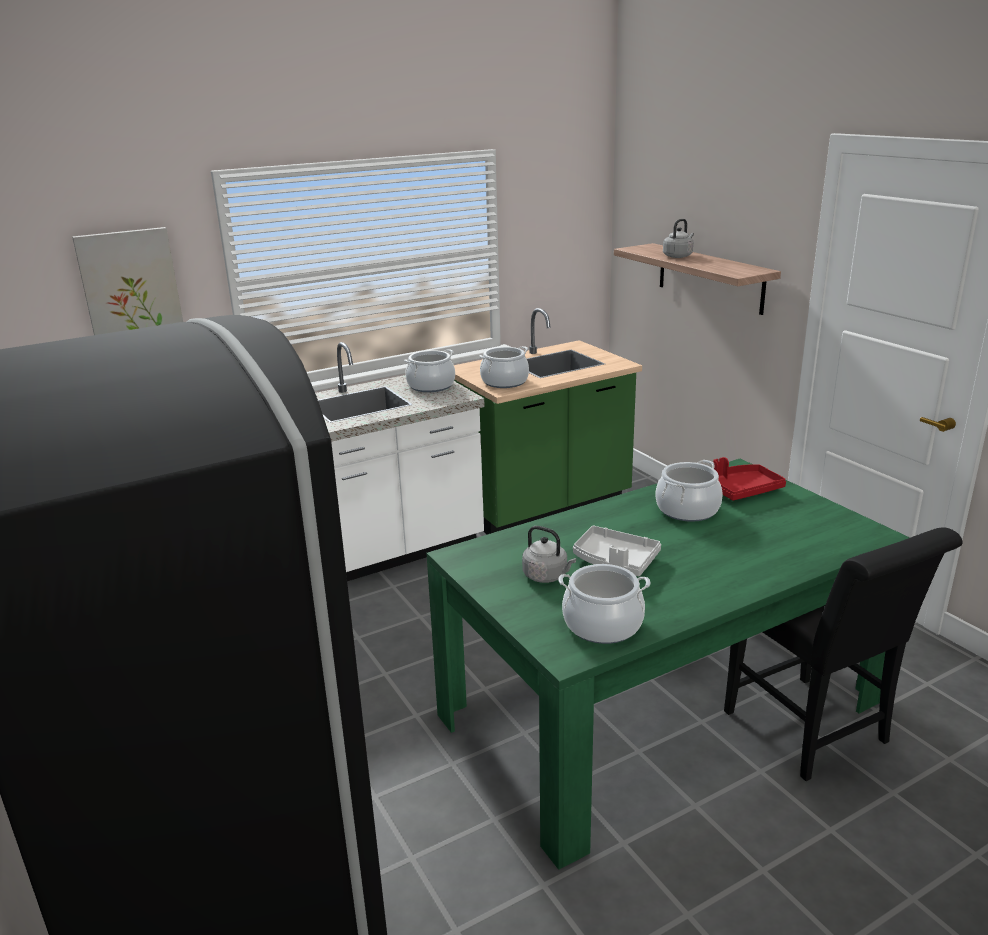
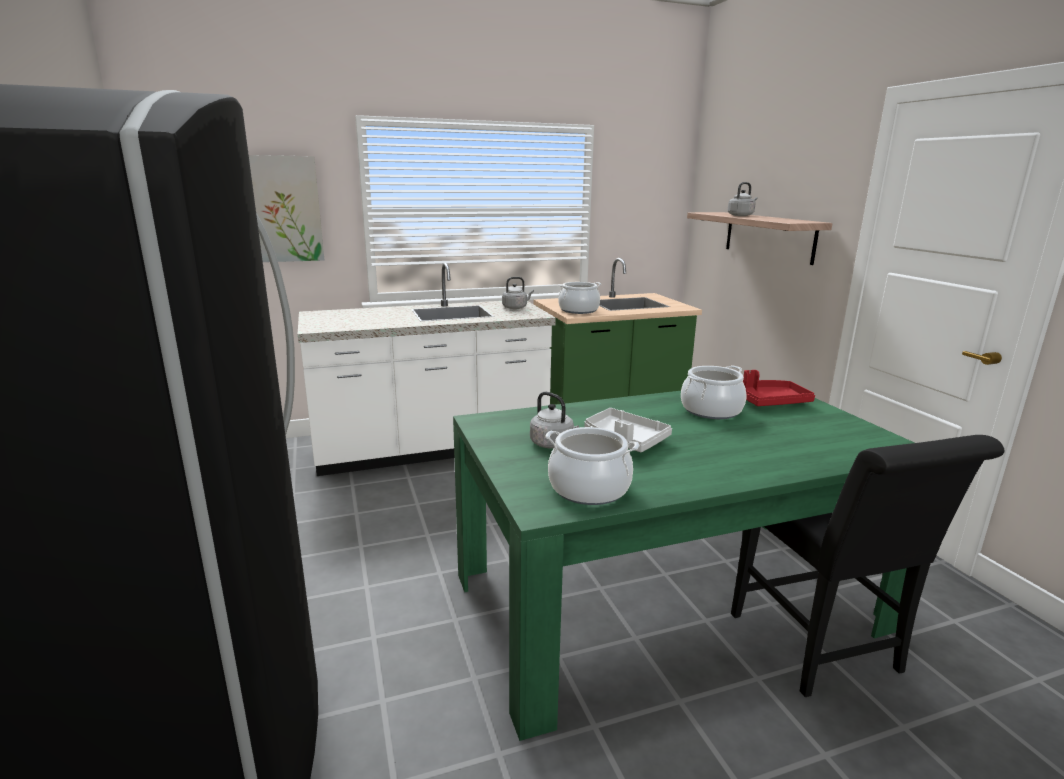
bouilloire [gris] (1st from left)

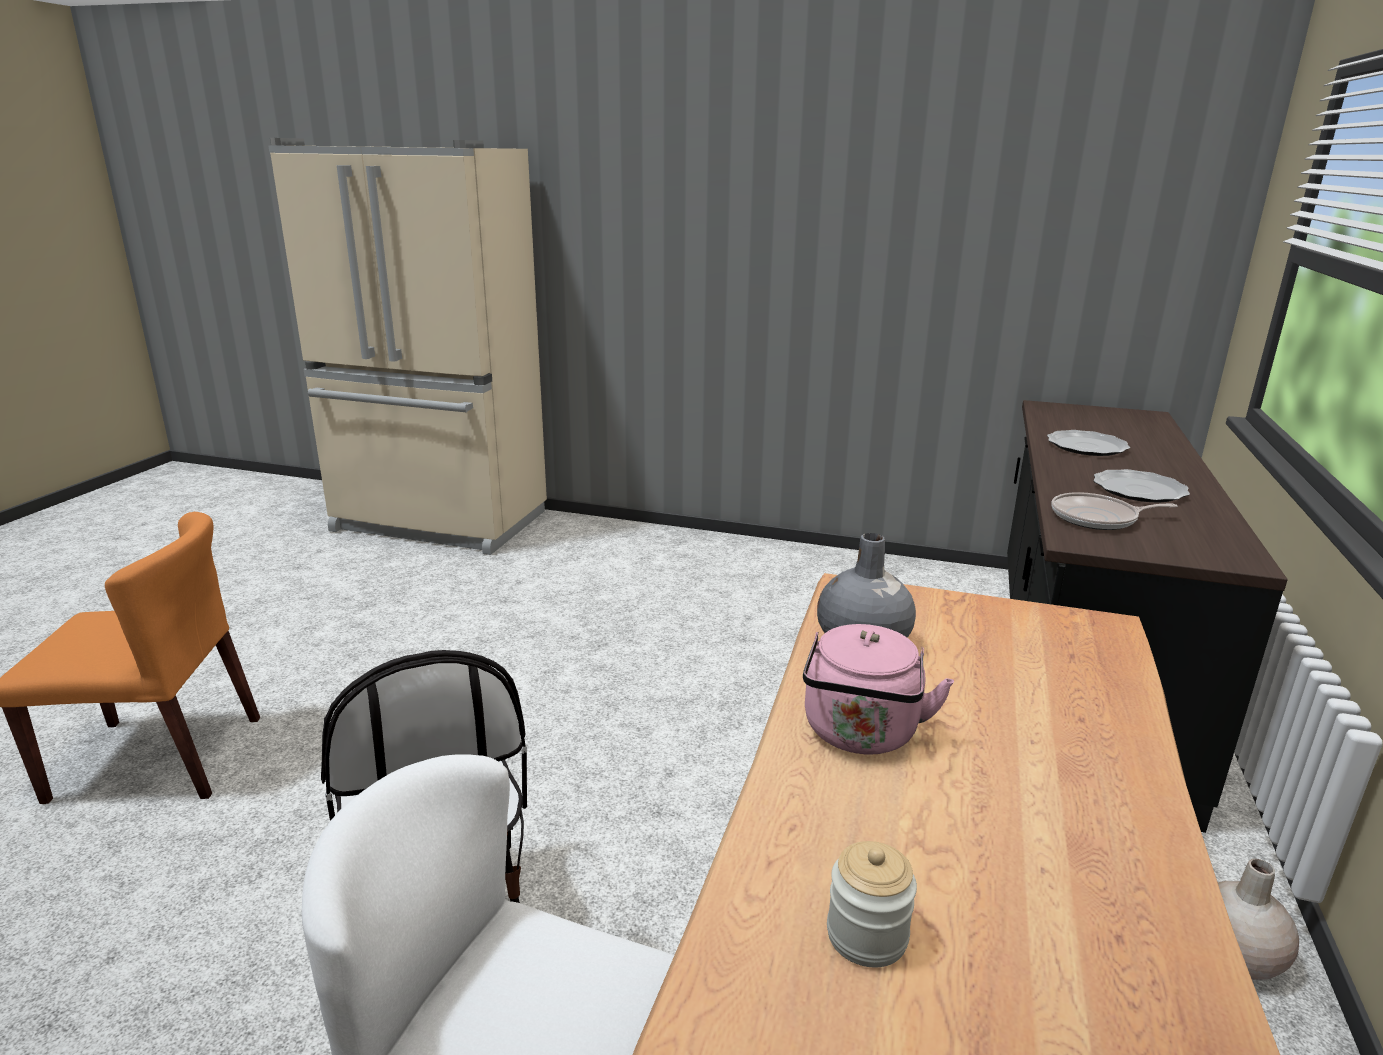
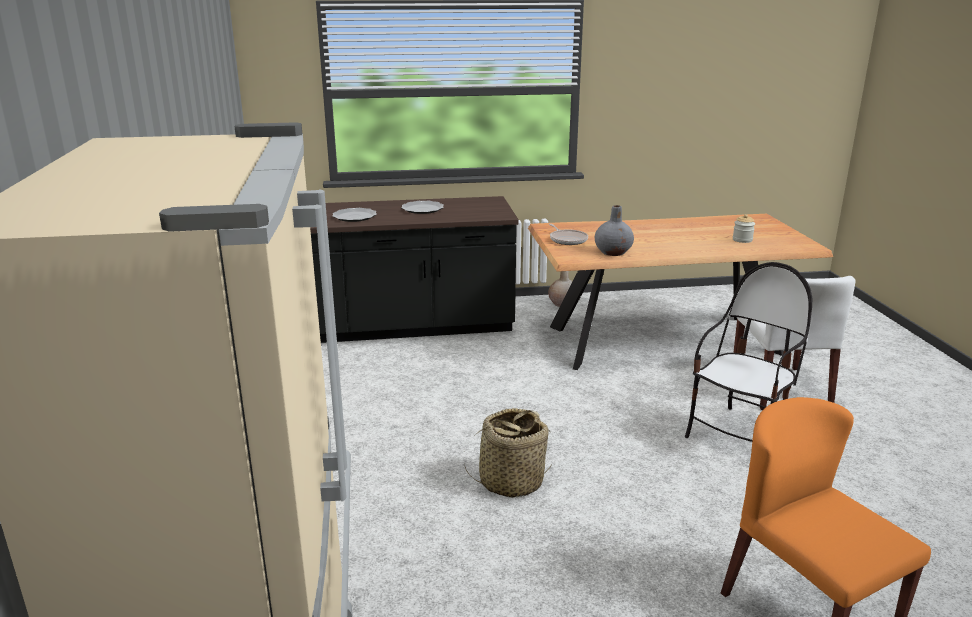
bouilloire [rose]; poêle; panier

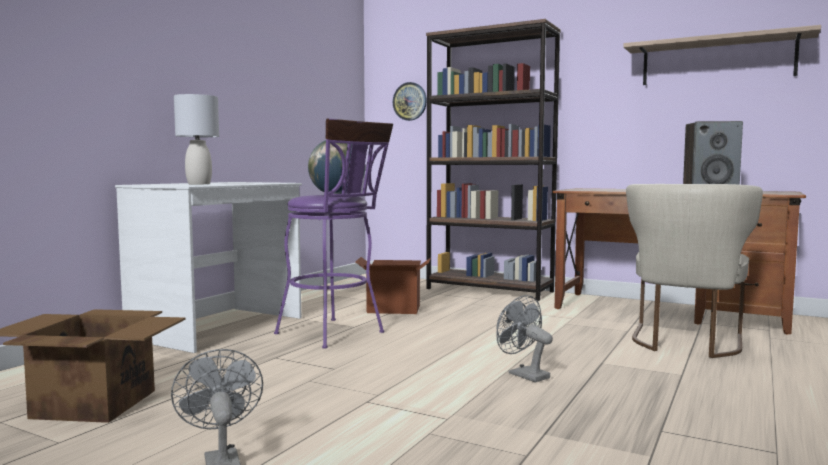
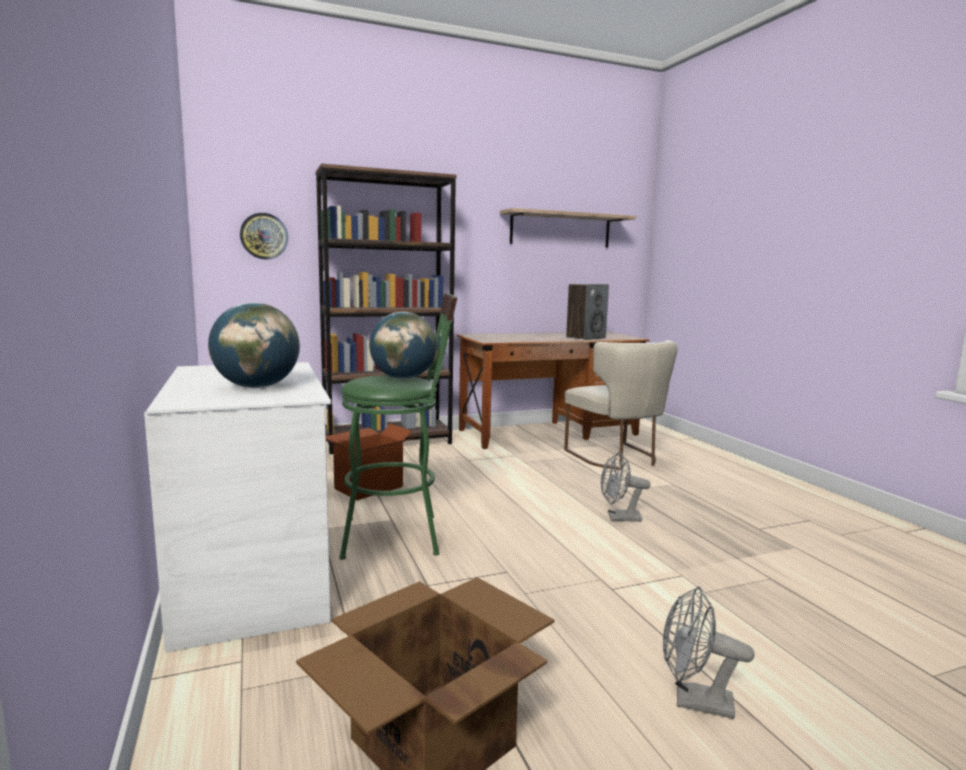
globe (1st from left); tabouret [vert]

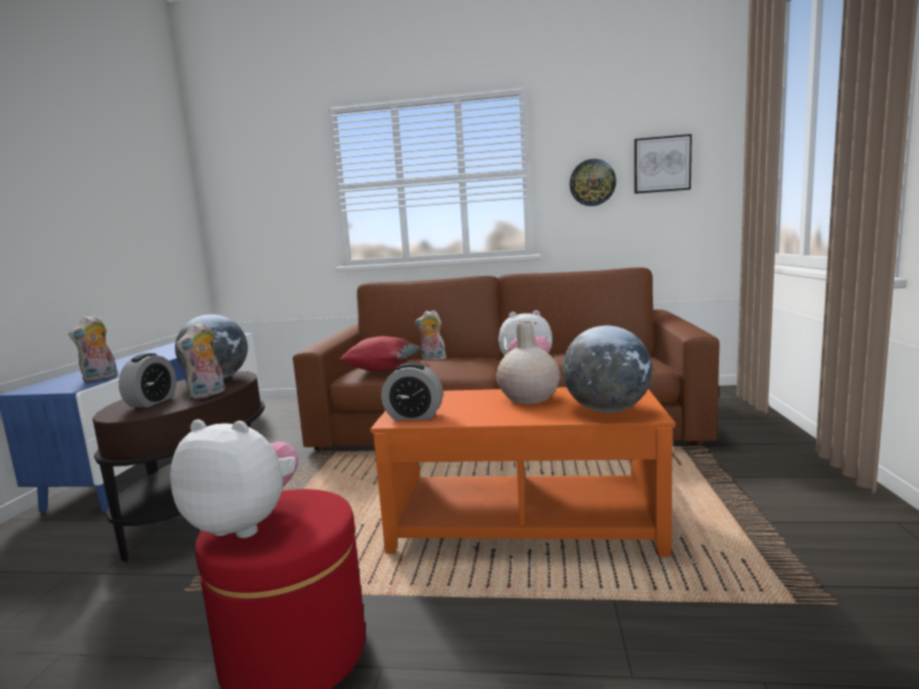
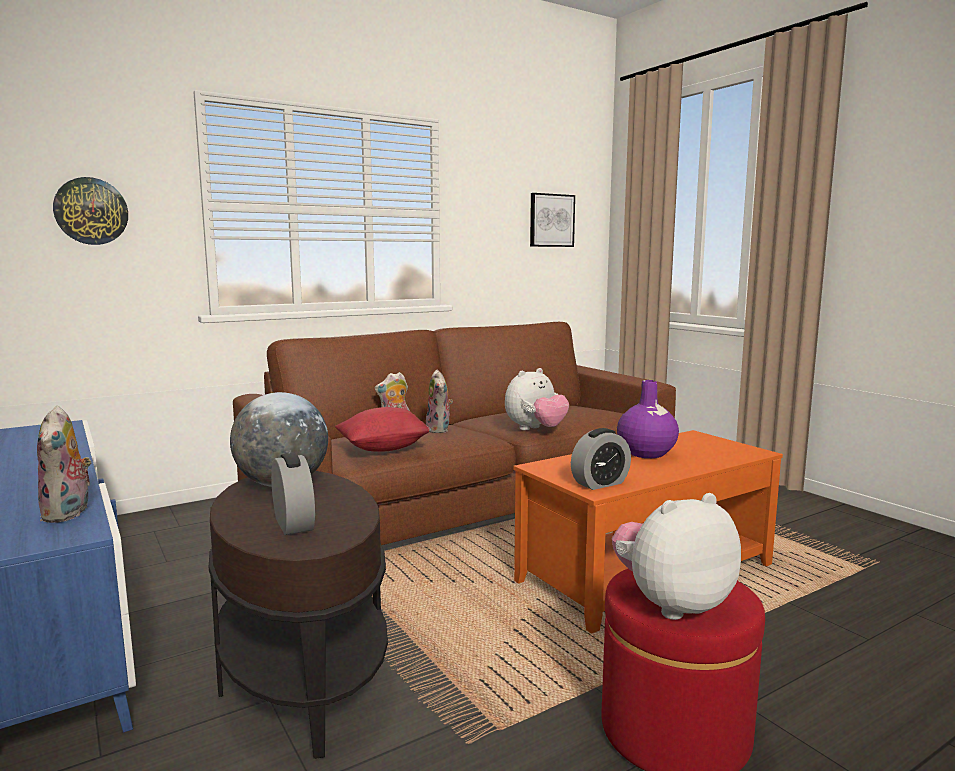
peluche (3rd from left); vase [violet]; globe (2nd from left in the first image); horloge murale

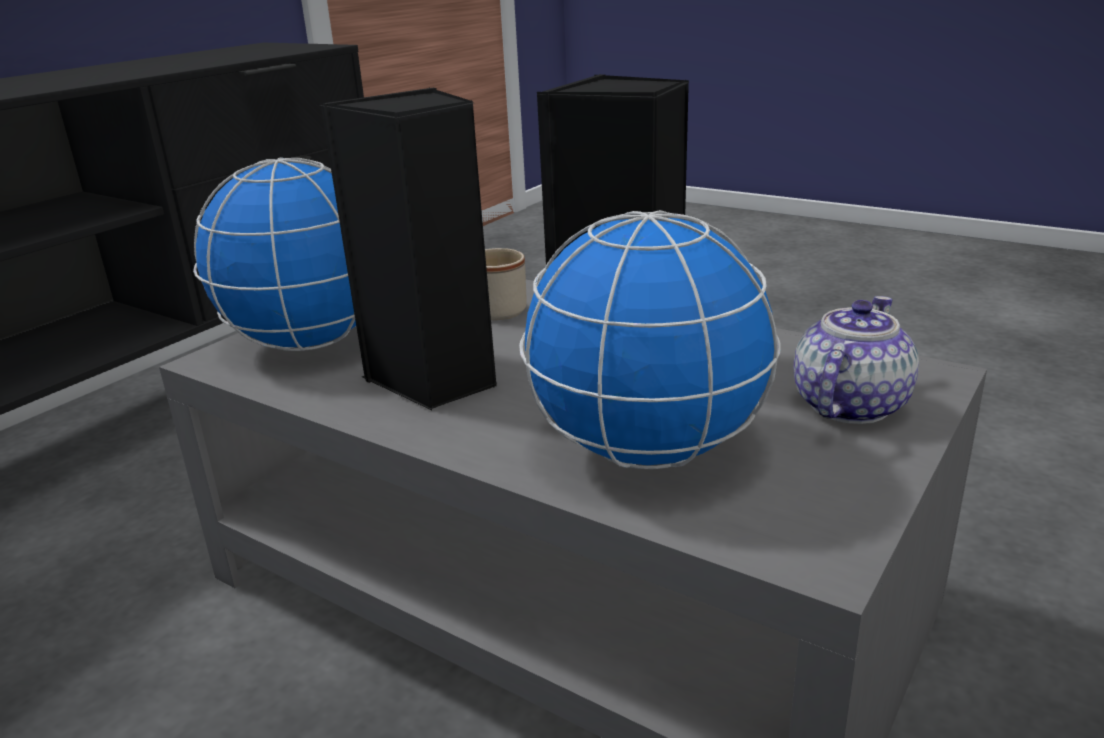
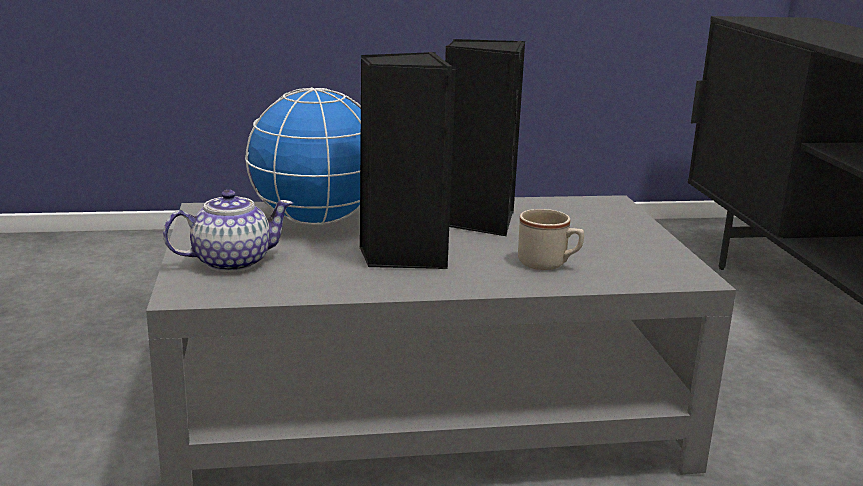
globe (1st from left in the first image); théière

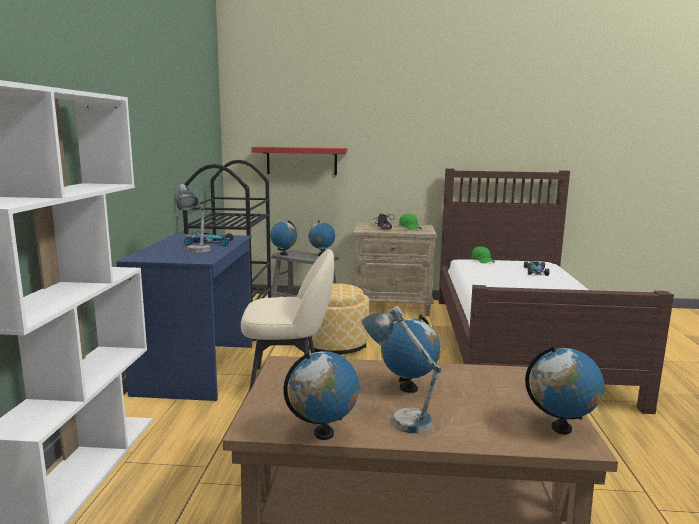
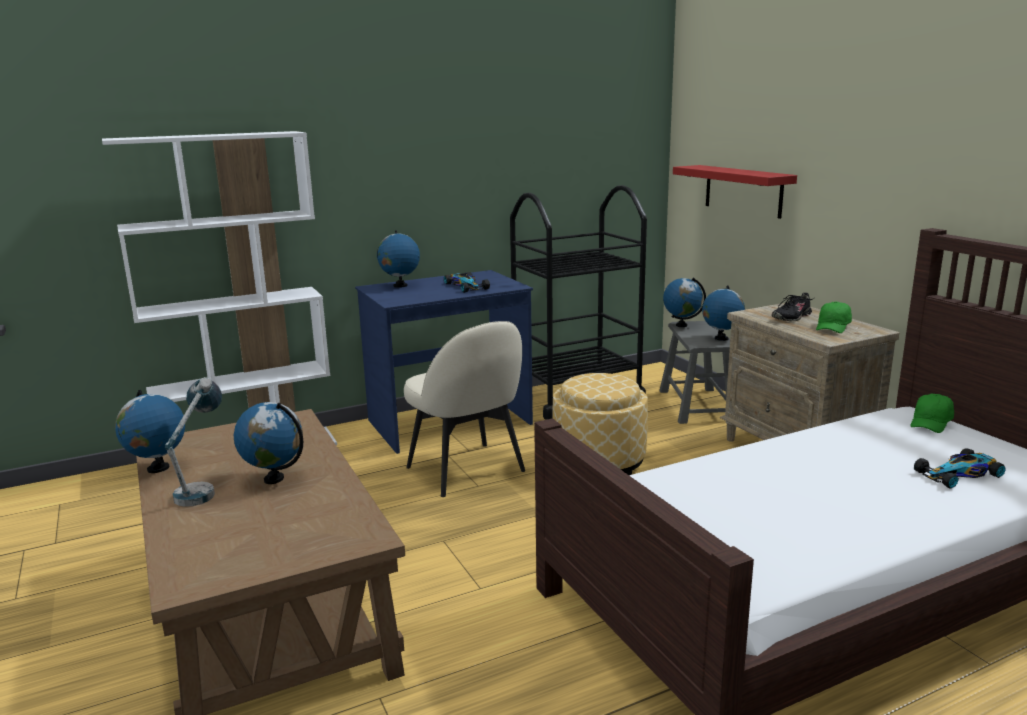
lampe de table (1st from left in the first image); globe (3rd from left)

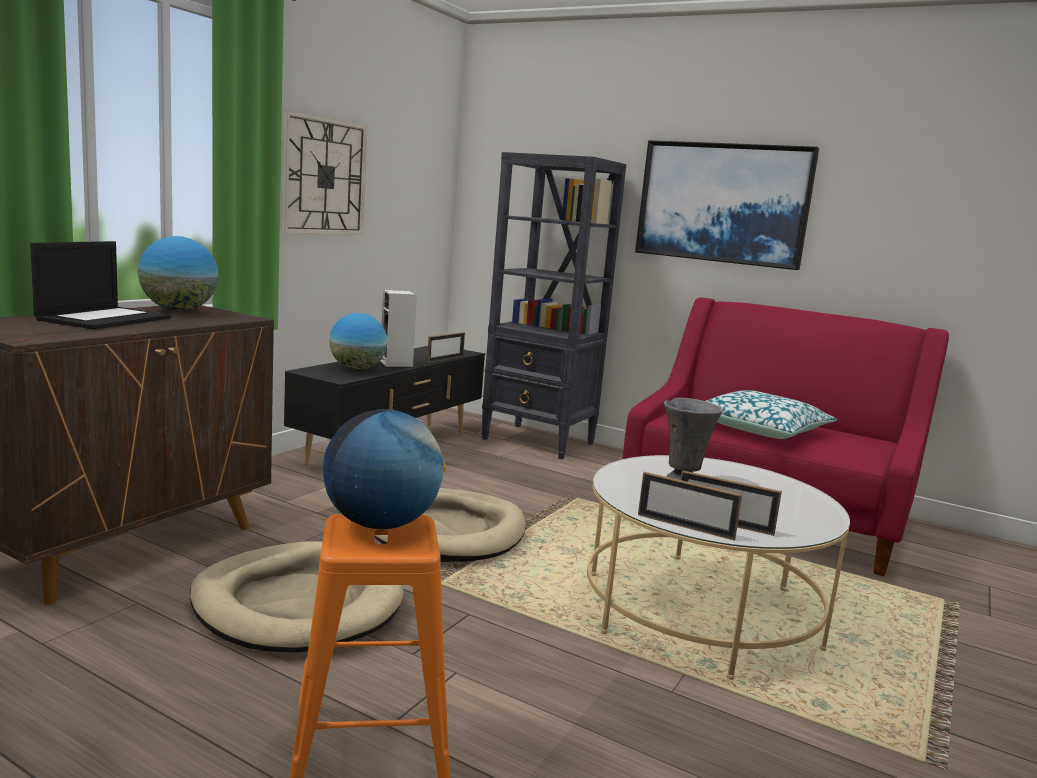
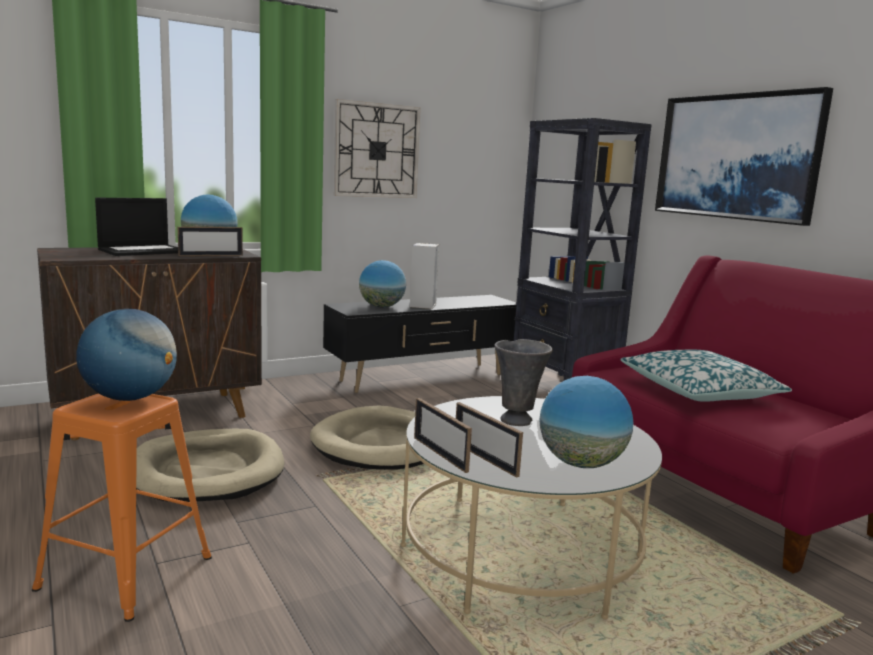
cadre photo (1st from left); globe (4th from left)

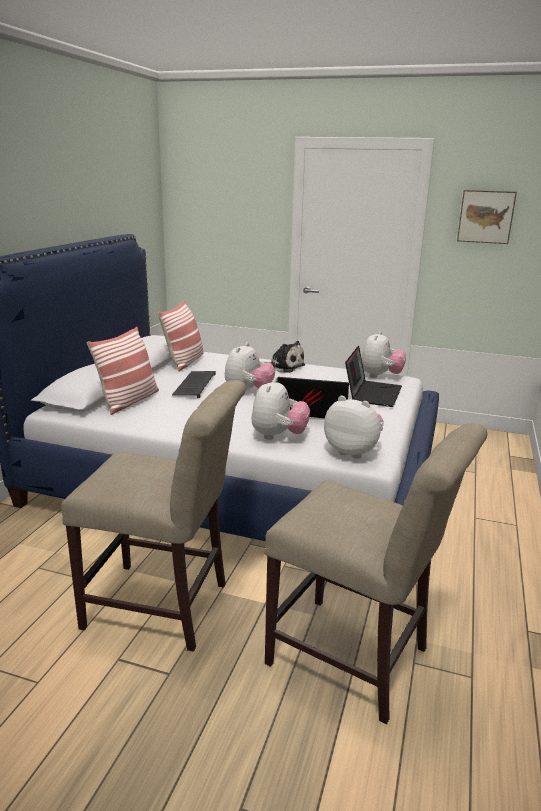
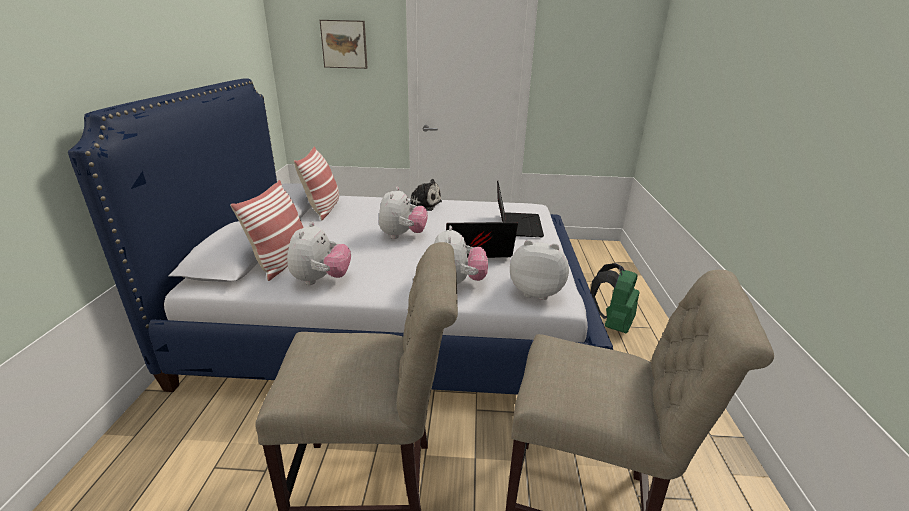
clavier; peluche (1st from left); tableau; sac à dos [vert]

